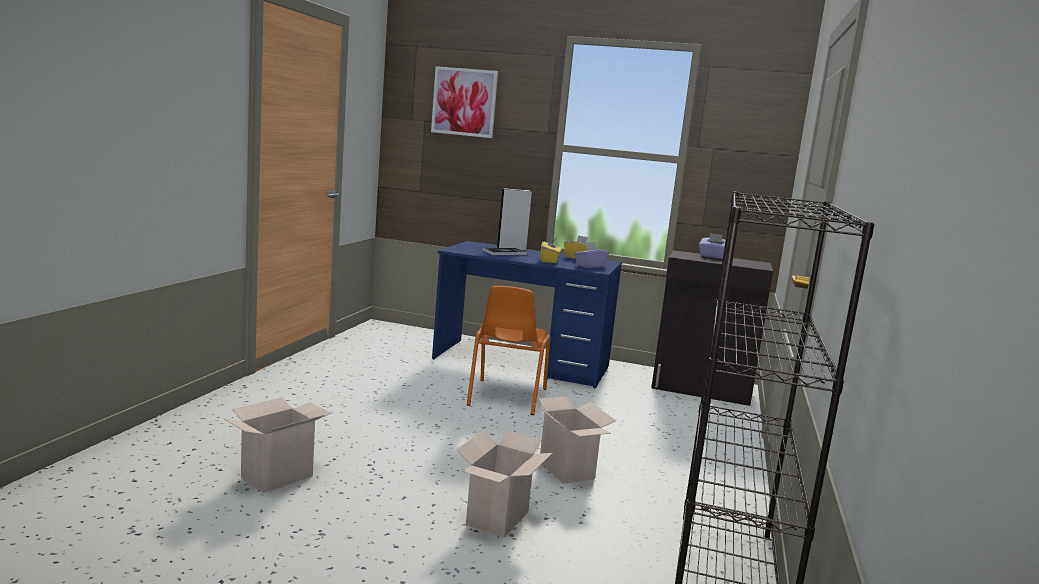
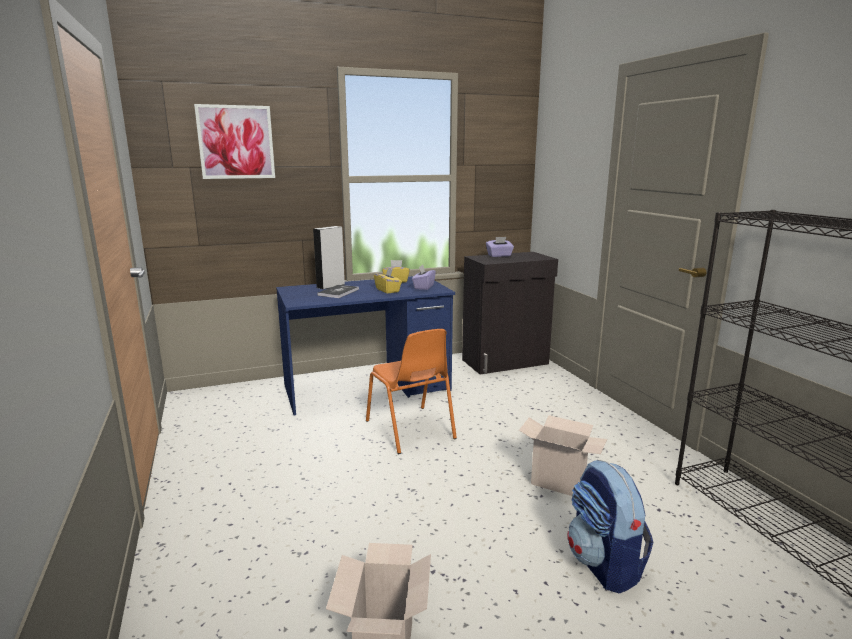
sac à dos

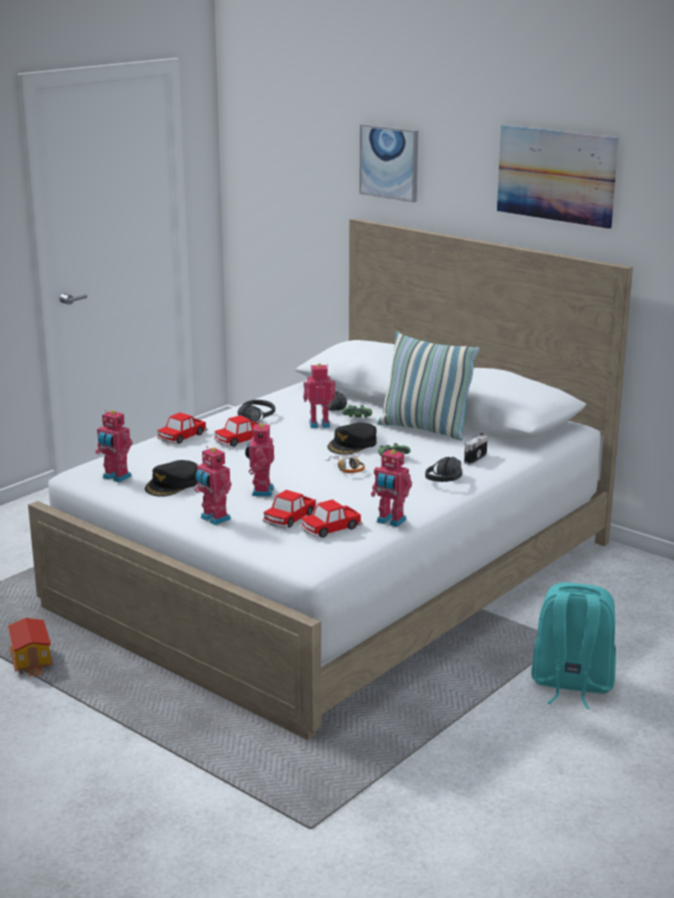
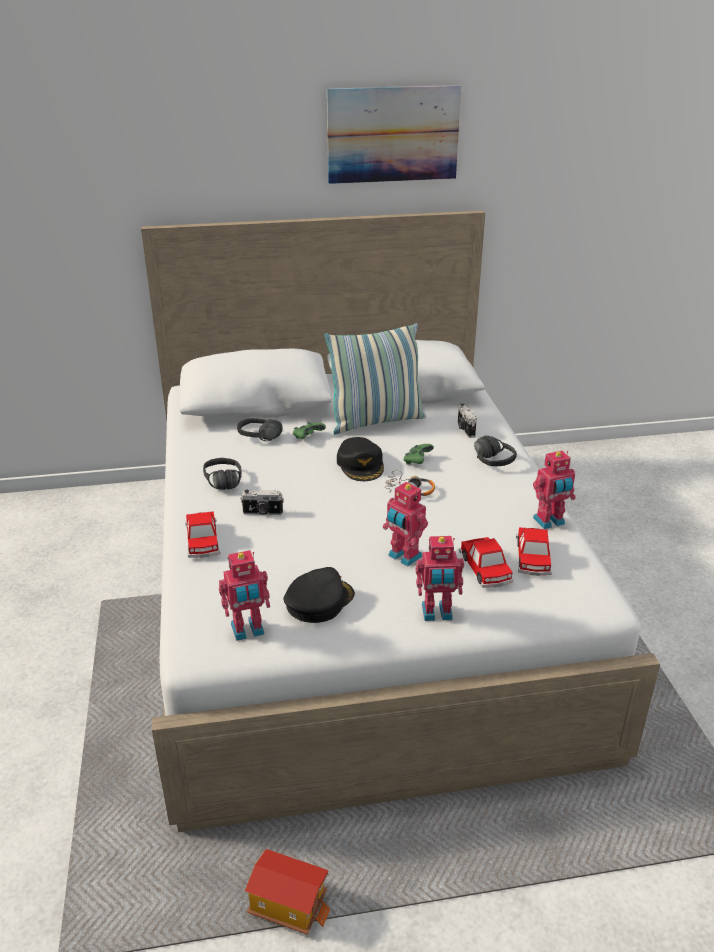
casquette [noir] (1st from left); appareil photo (1st from left); robot jouet (4th from left in the first image); tableau (1st from left in the first image); sac à dos [turquoise]

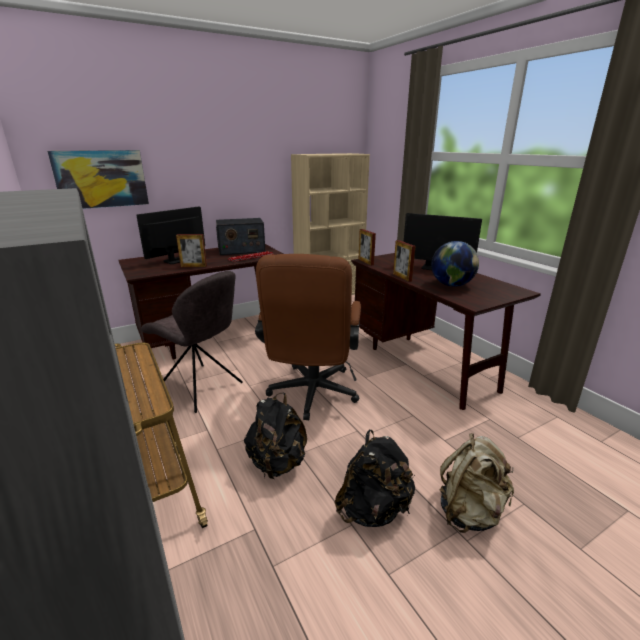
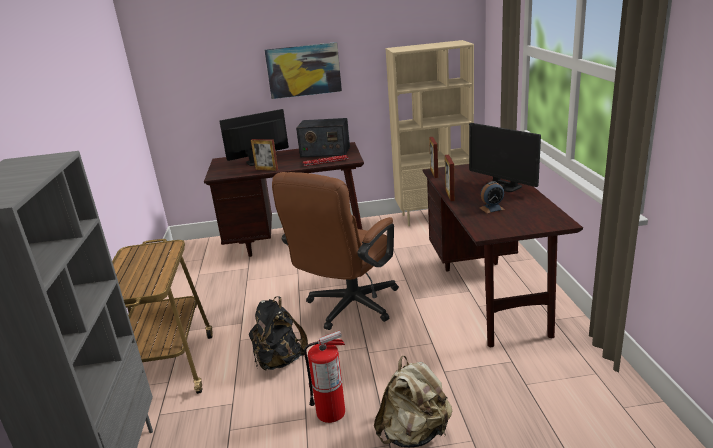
tableau; chaise [gris]; extincteur; réveil

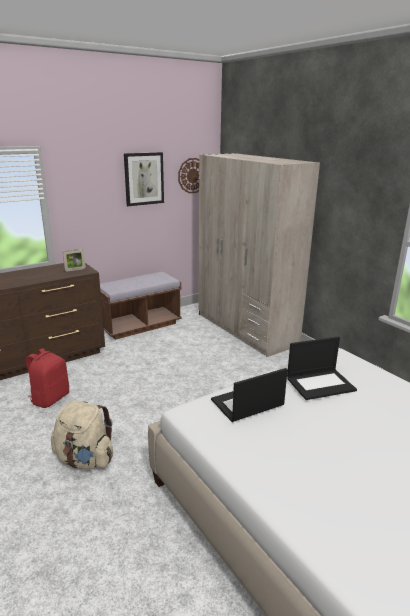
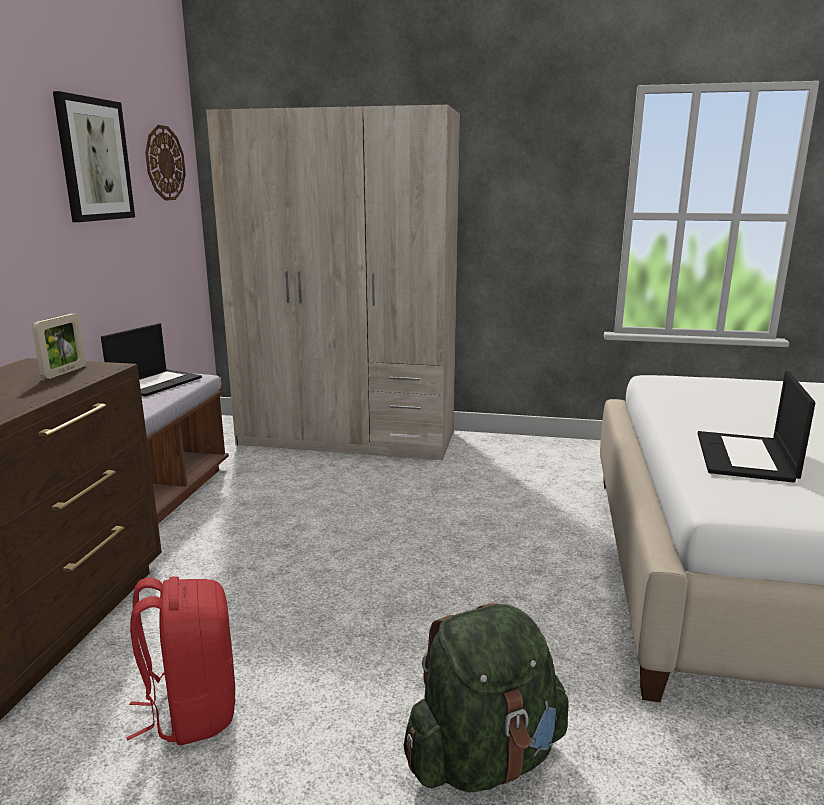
sac à dos [vert]; ordinateur portable (1st from left)

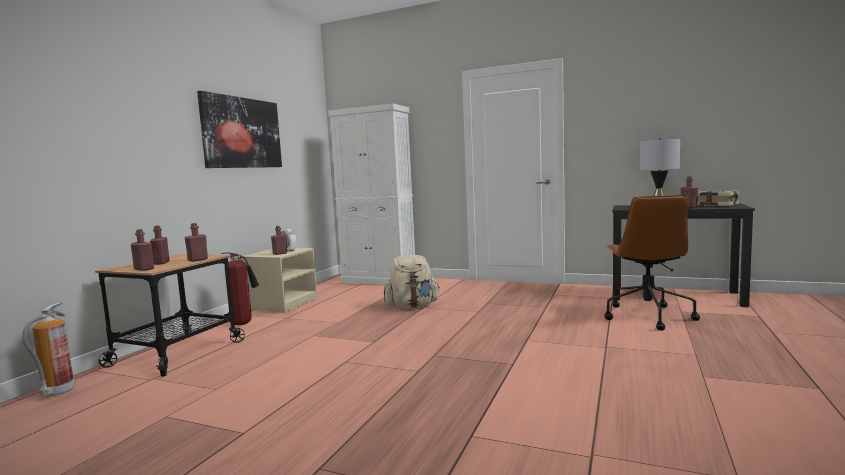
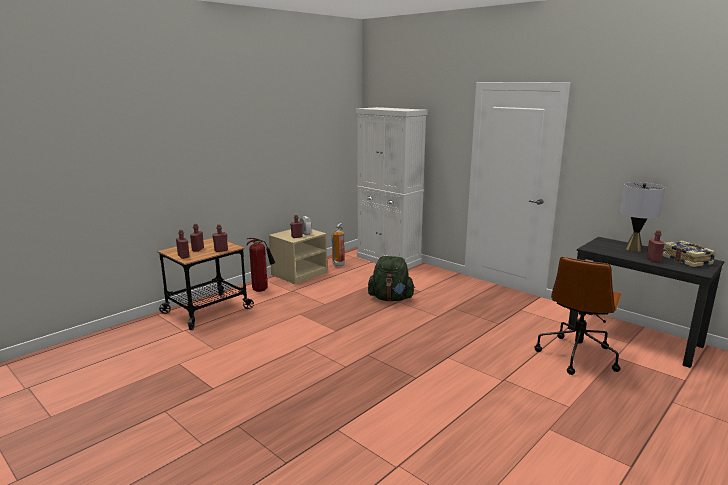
extincteur (2nd from left); tableau; sac à dos [vert]

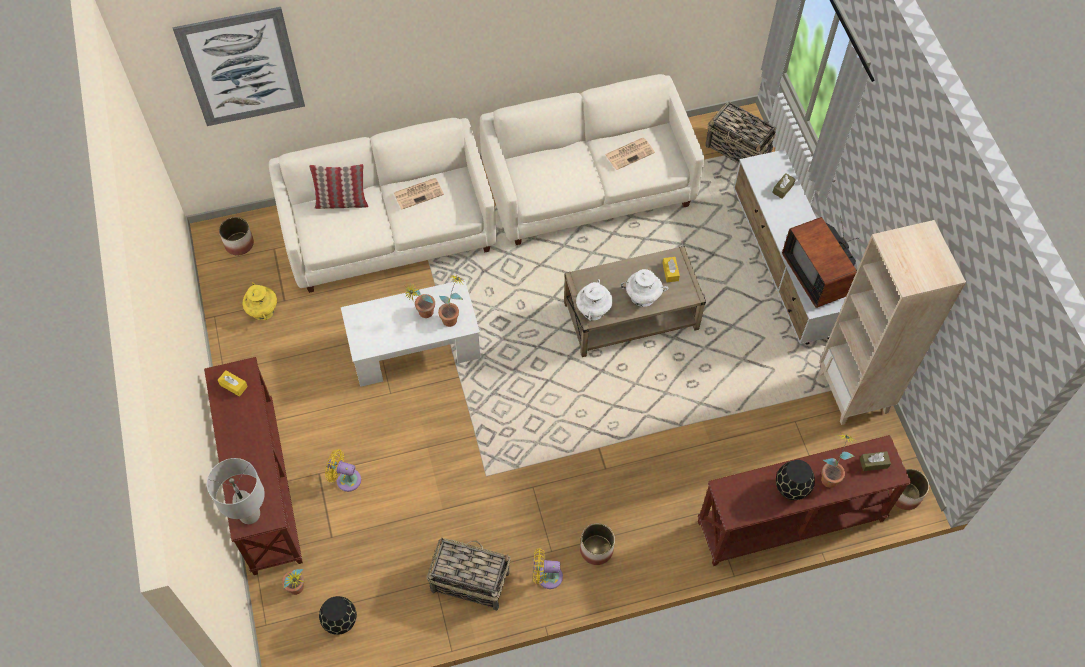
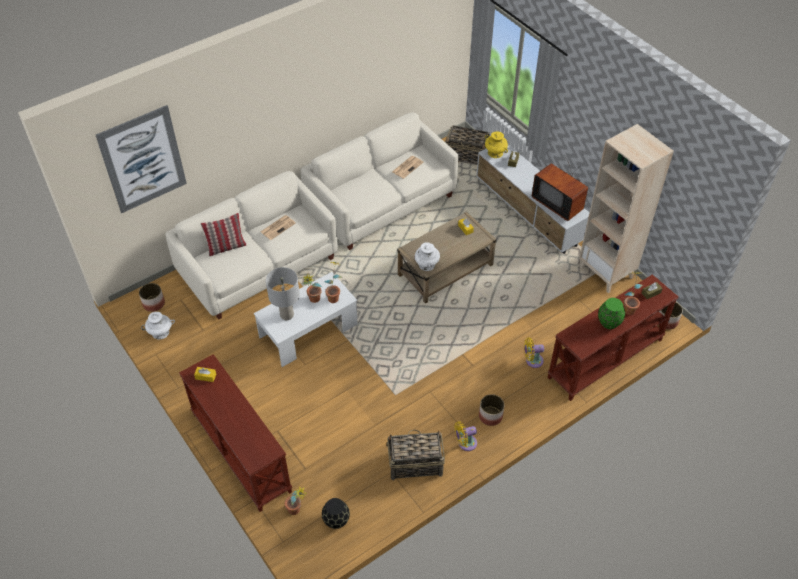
lampe de table [gris]; vase [jaune]; ventilateur [jaune] (2nd from left); vase [blanc] (1st from left); vase [vert]

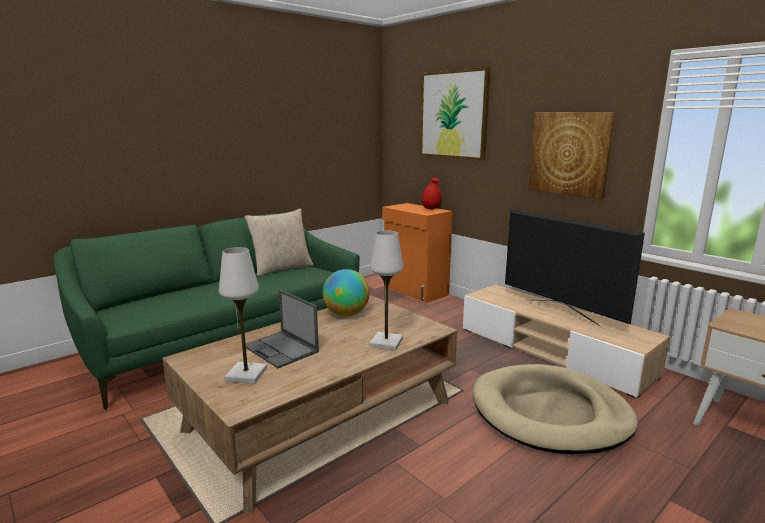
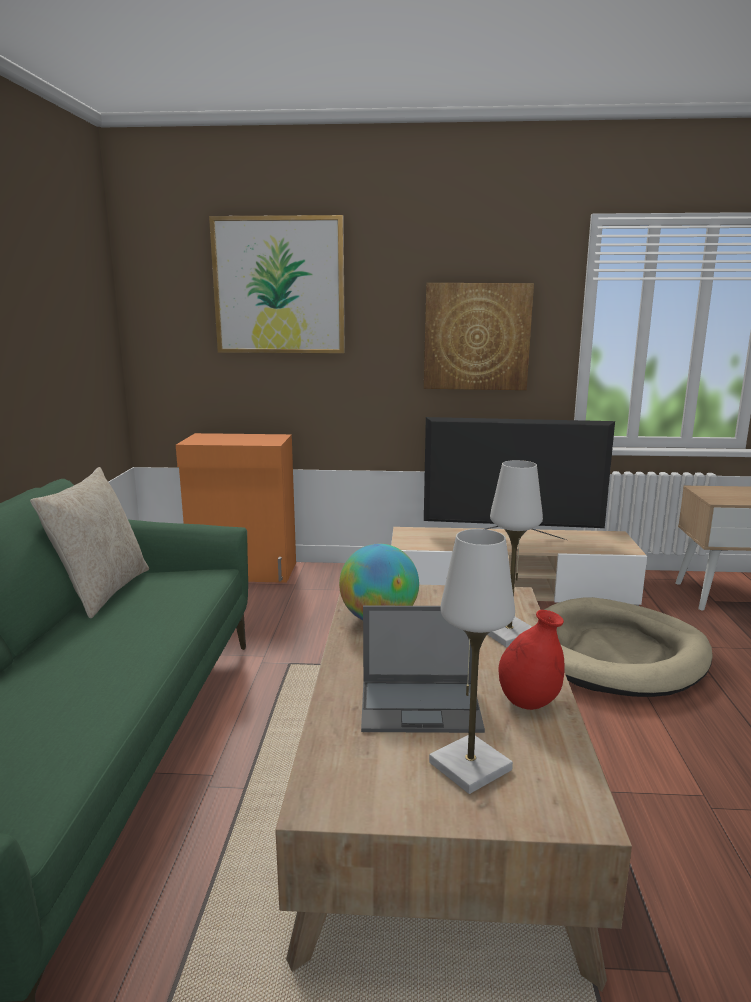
vase [rouge]

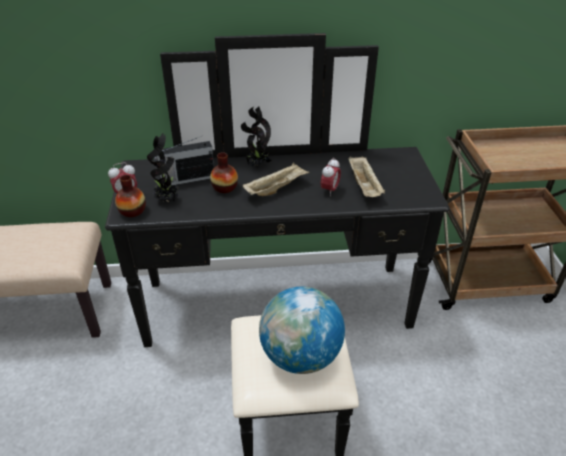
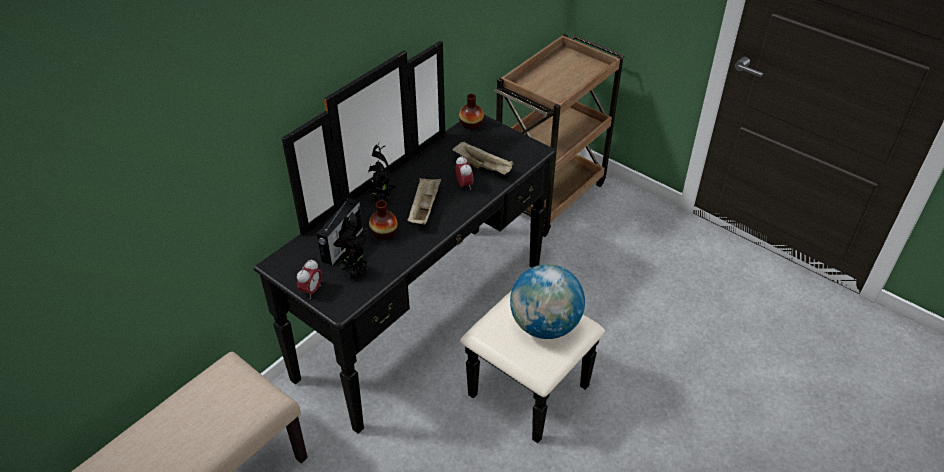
vase (2nd from left)

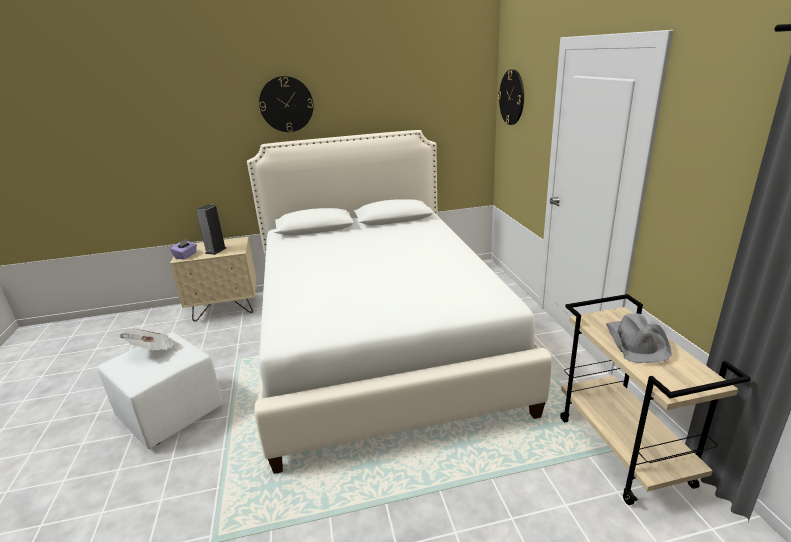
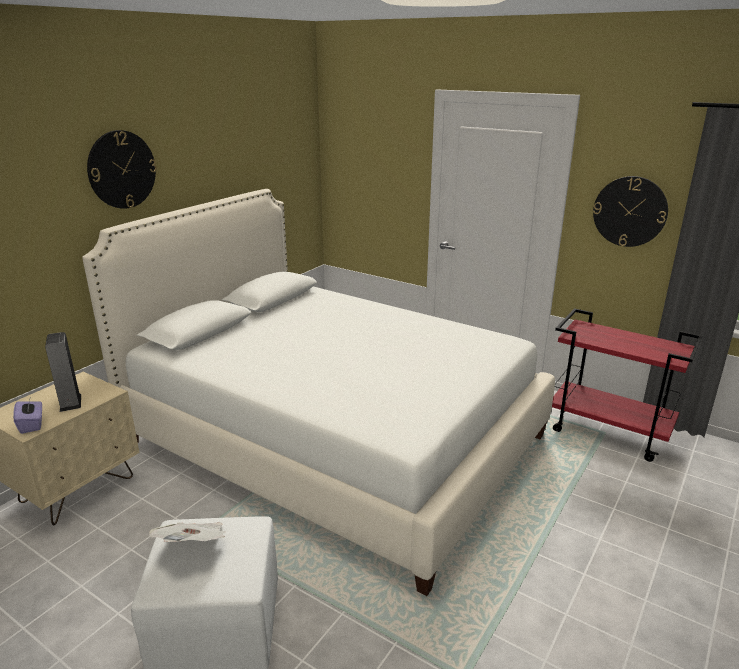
horloge murale (2nd from left); chariot [rouge]; chapeau [gris]

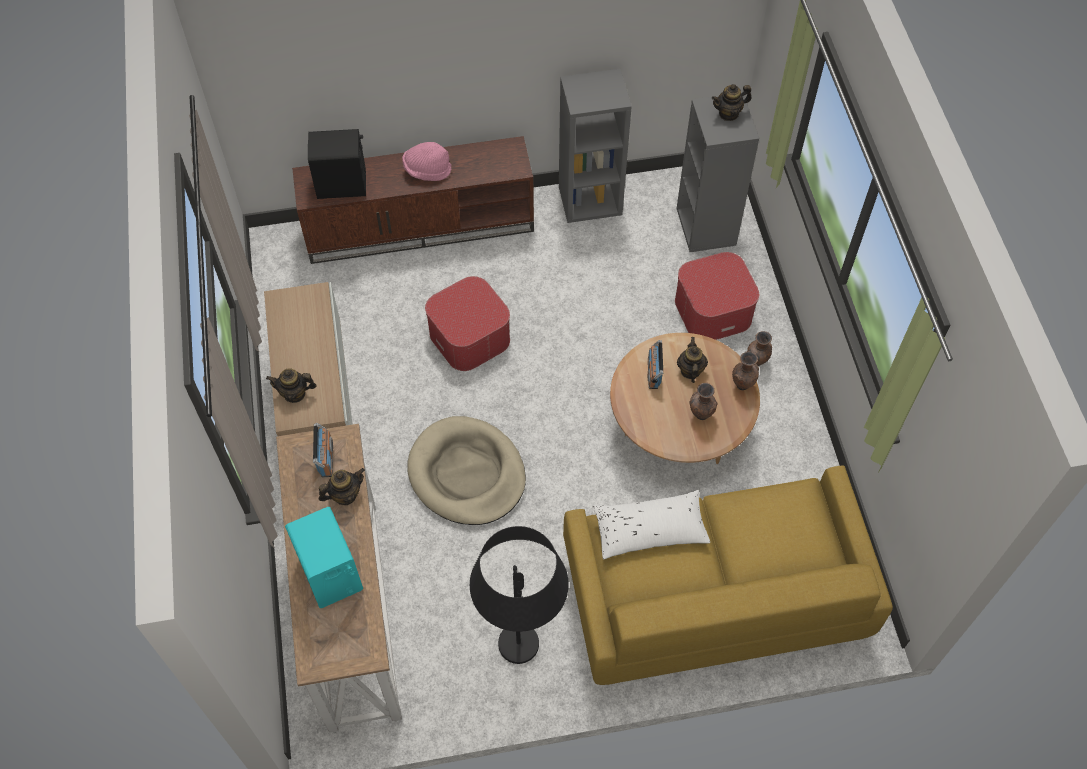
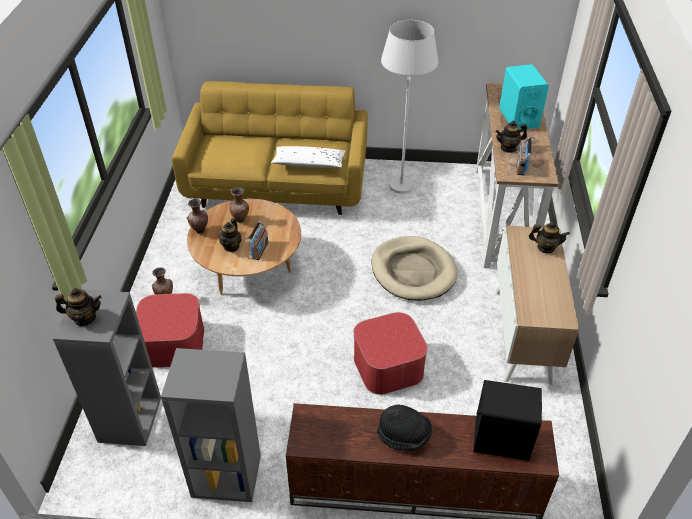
chapeau [noir]; lampadaire [blanc]

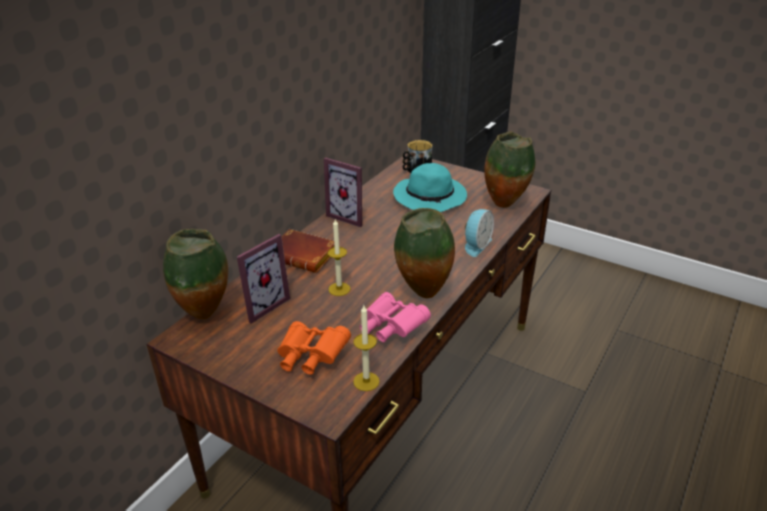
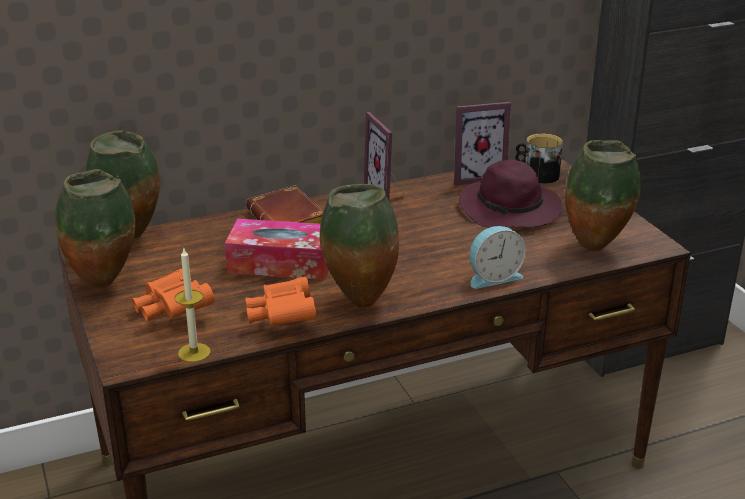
cadre photo (2nd from left); boîte à mouchoirs; jumelles [orange] (2nd from left); chapeau [violet]; vase (1st from left)

